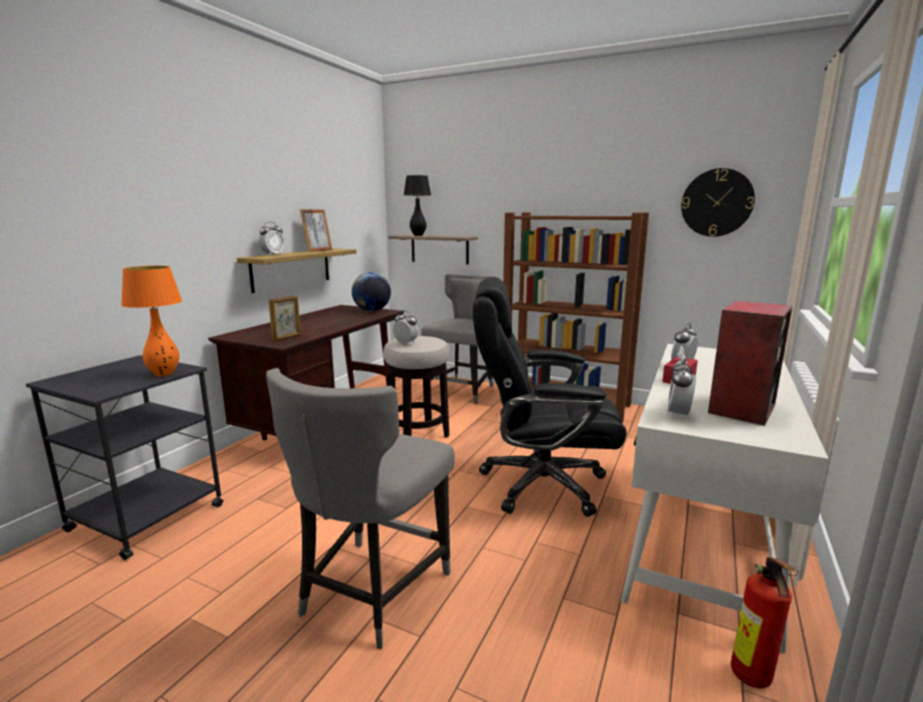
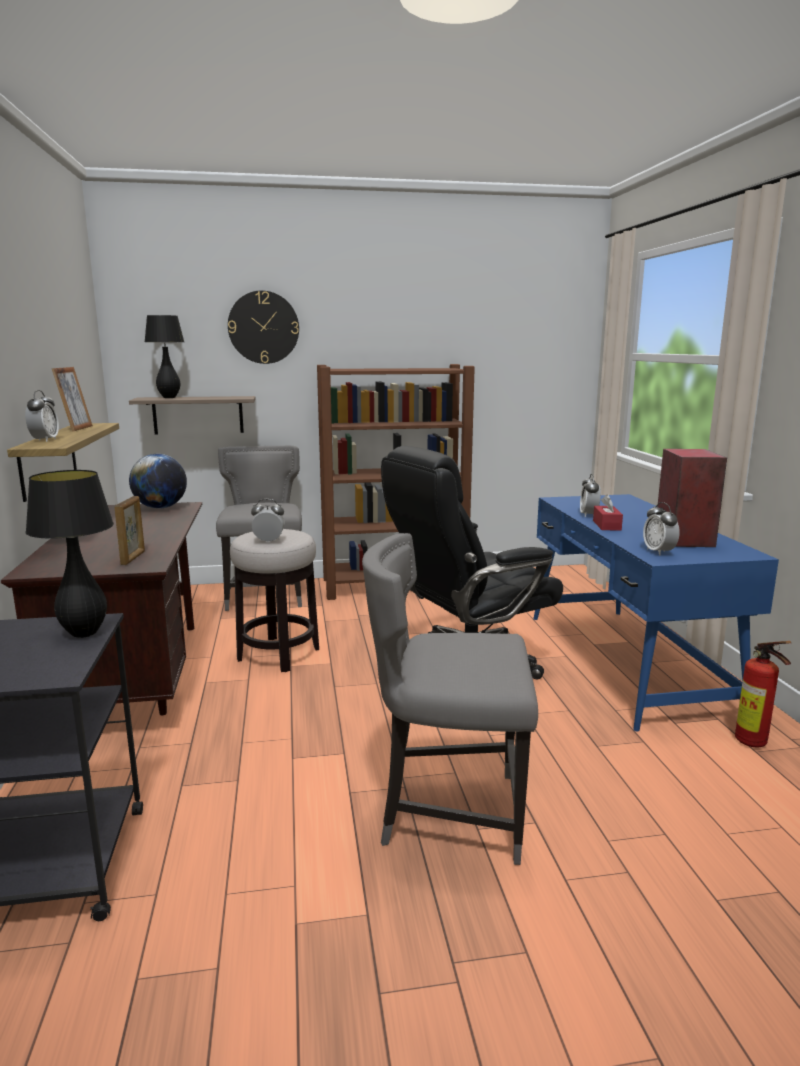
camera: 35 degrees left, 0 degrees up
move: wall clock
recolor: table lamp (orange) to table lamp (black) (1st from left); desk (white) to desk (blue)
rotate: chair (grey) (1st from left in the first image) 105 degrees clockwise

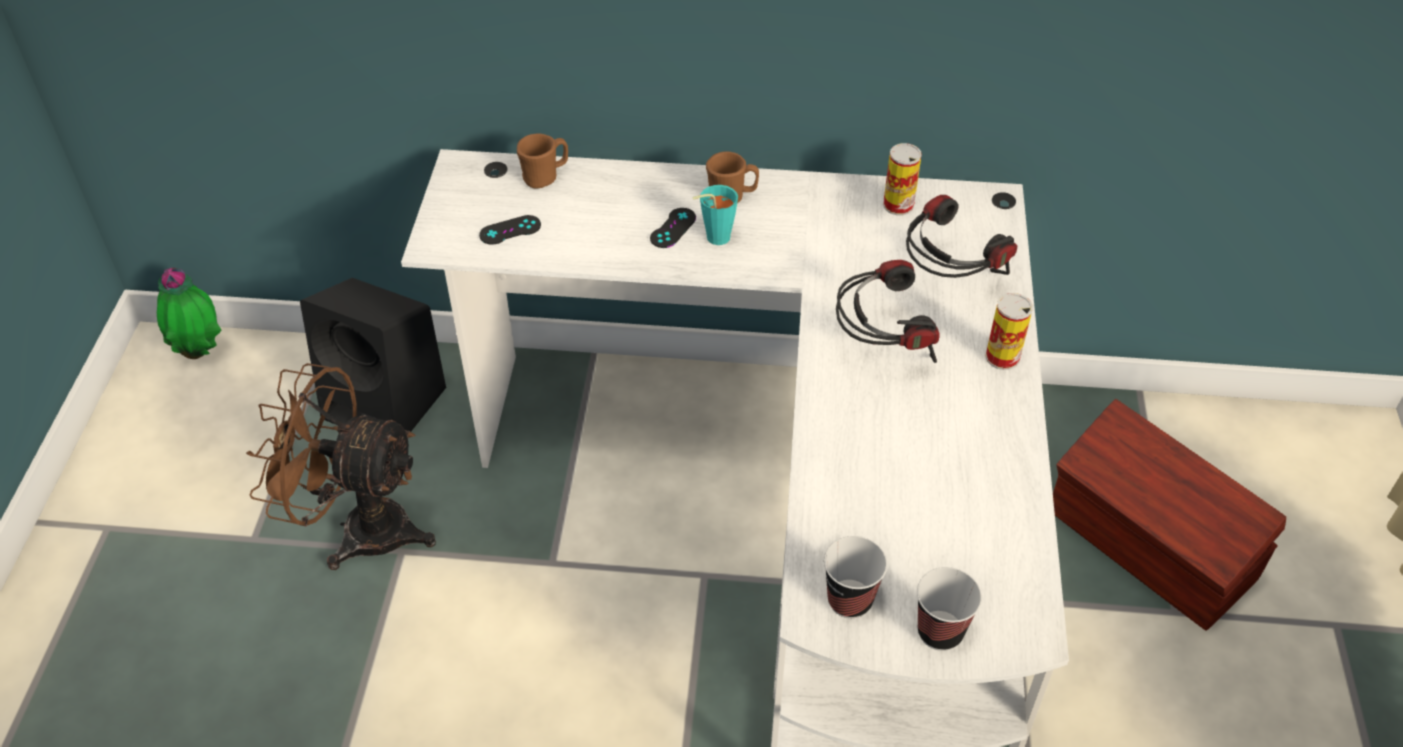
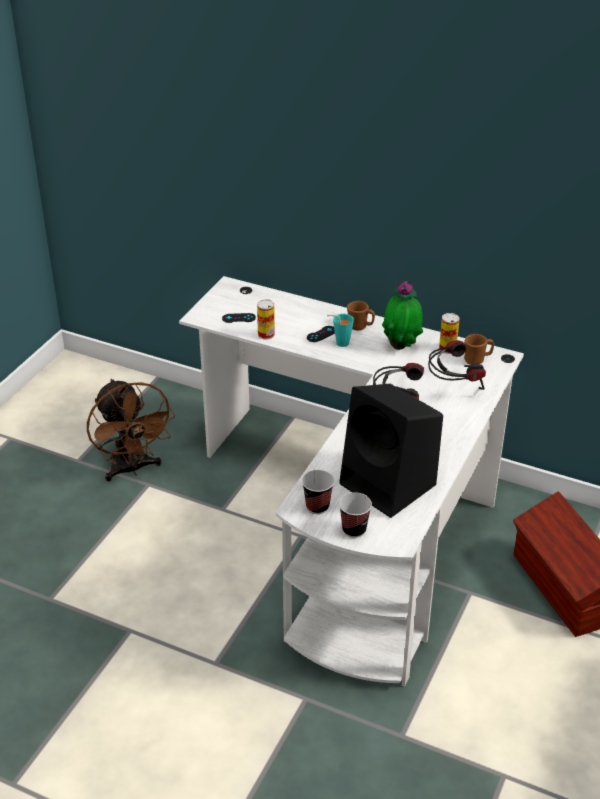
camera: 20 degrees right, 10 degrees down
move: potted plant; speaker (black); mug (brown) (1st from left in the first image) to mug (brown) (2nd from left); can (2nd from left in the first image) to can (1st from left)
rotate: fan (brown) 150 degrees counterclockwise

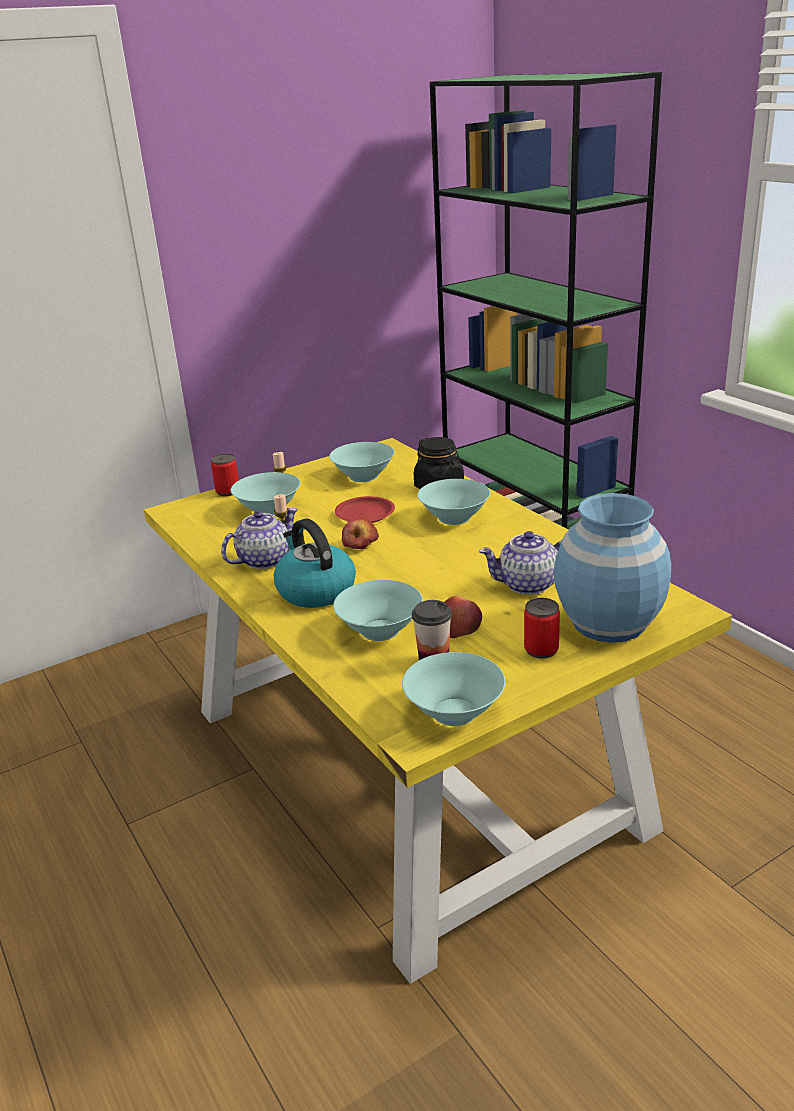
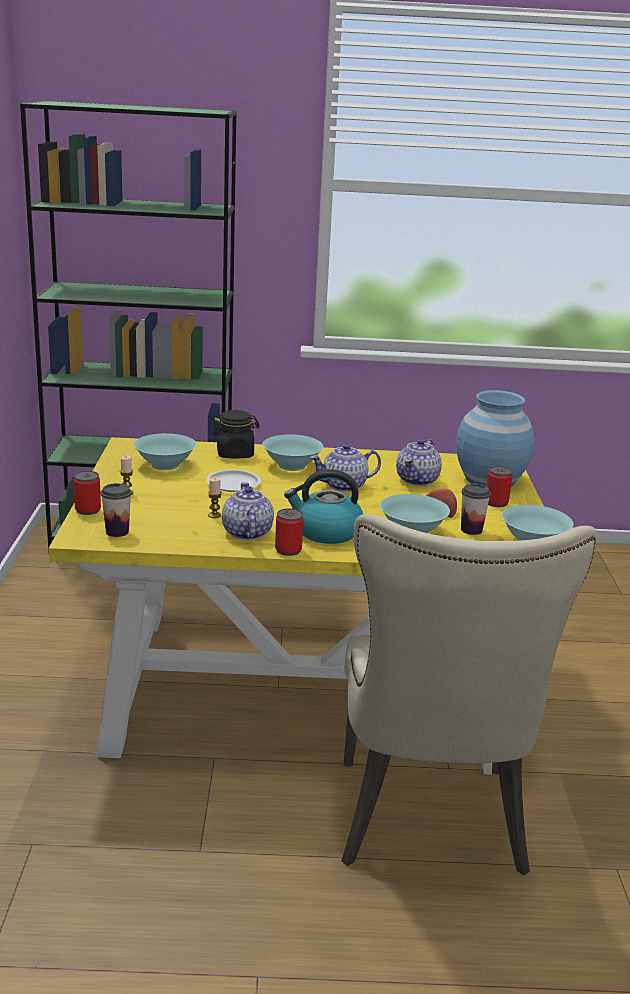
camera: 60 degrees left, 5 degrees down
delete: bowl (turquoise) (1st from left); apple (1st from left)
insert: cup (1st from left); can (2nd from left); teapot (2nd from left); chair (beige)
recolor: plate (red) to plate (white)

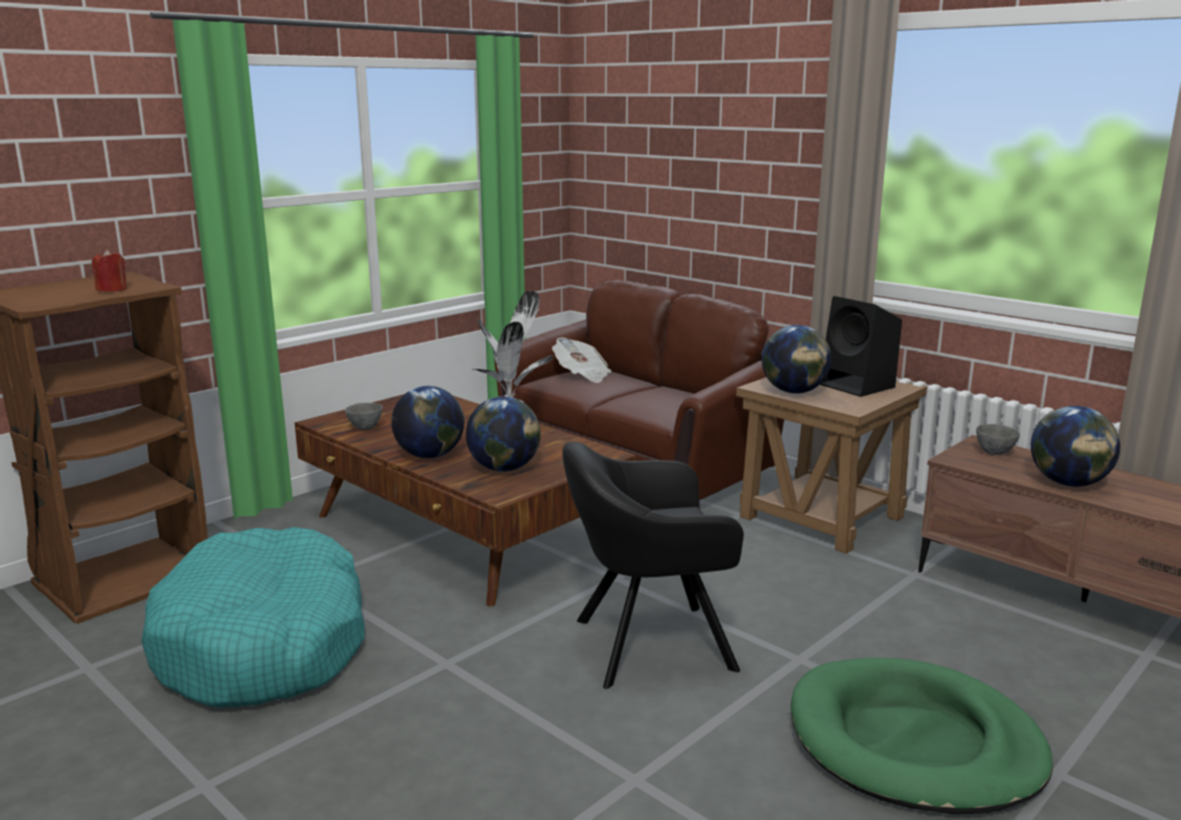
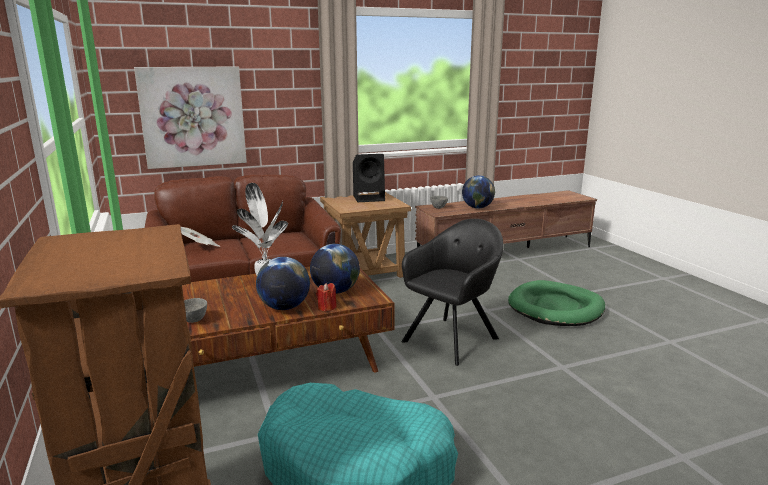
camera: 65 degrees left, 0 degrees up
delete: globe (3rd from left)
insert: picture
move: candle (red)
rotate: armchair (black) 150 degrees counterclockwise

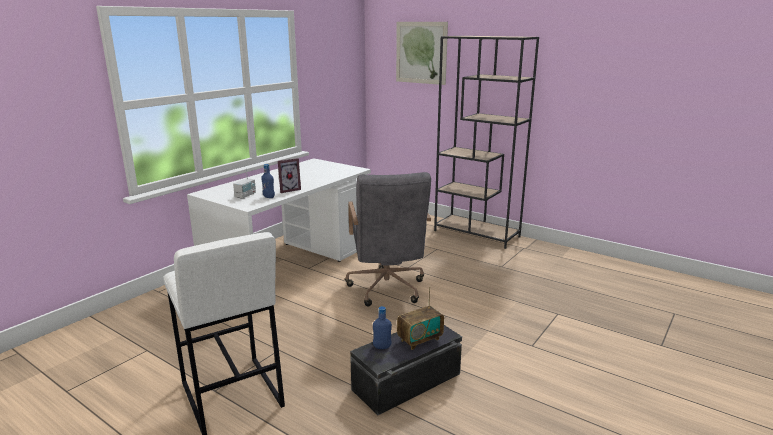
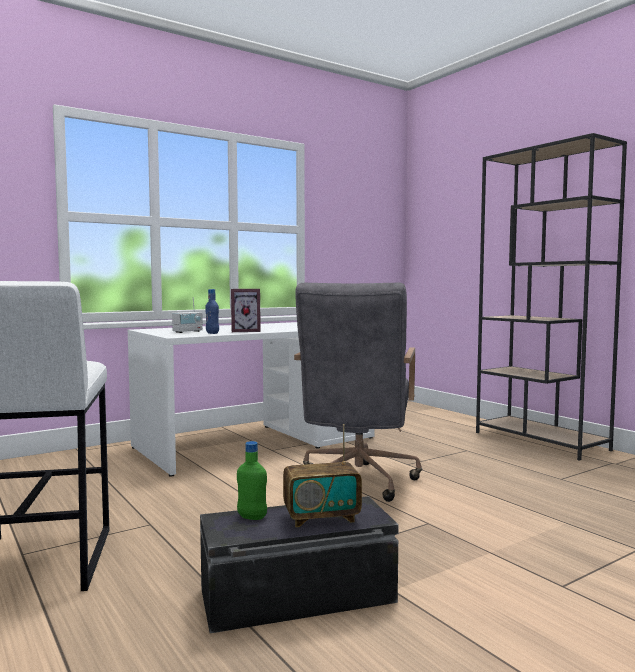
camera: 20 degrees right, 15 degrees down
delete: picture
recolor: bottle (blue) (2nd from left) to bottle (green)

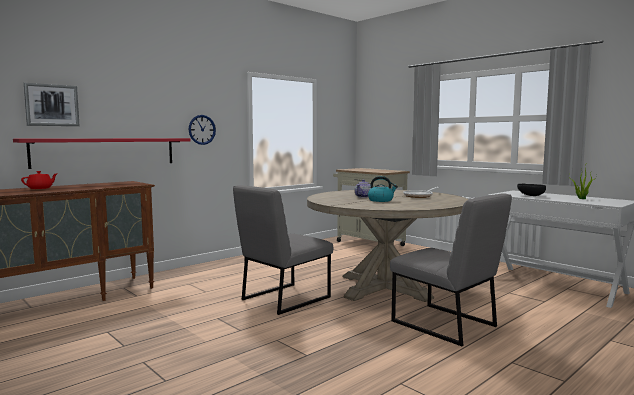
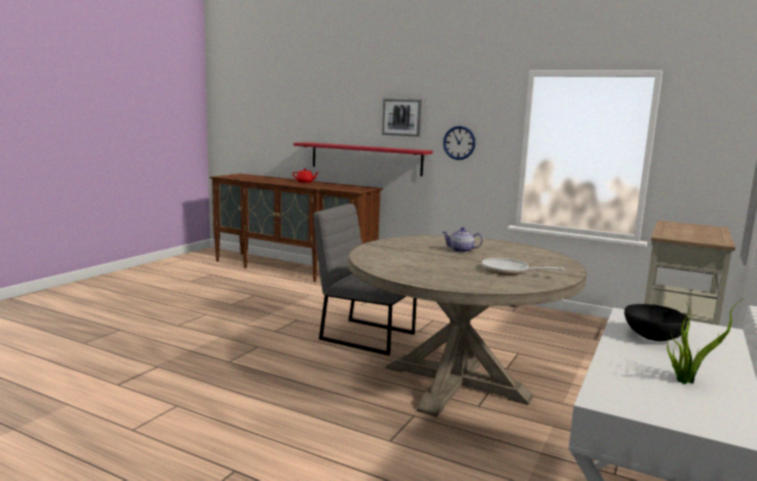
camera: 70 degrees right, 5 degrees up
delete: kettle; chair (grey) (2nd from left)
move: picture

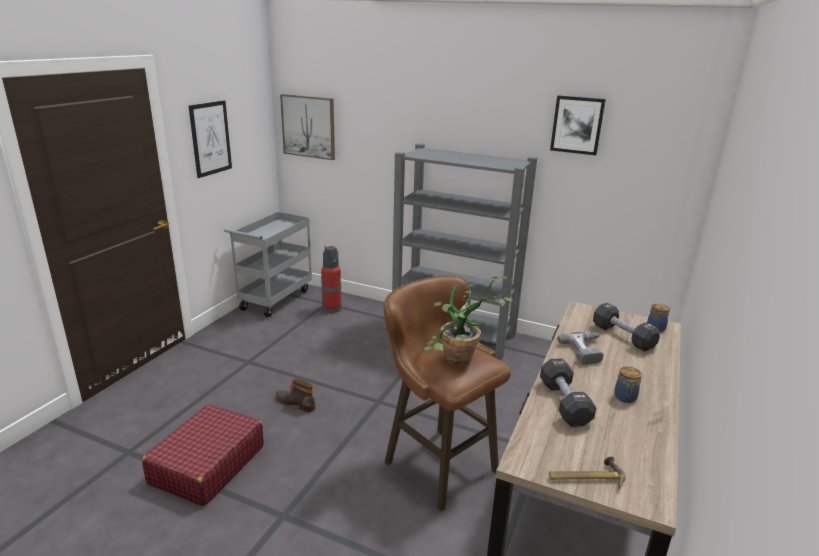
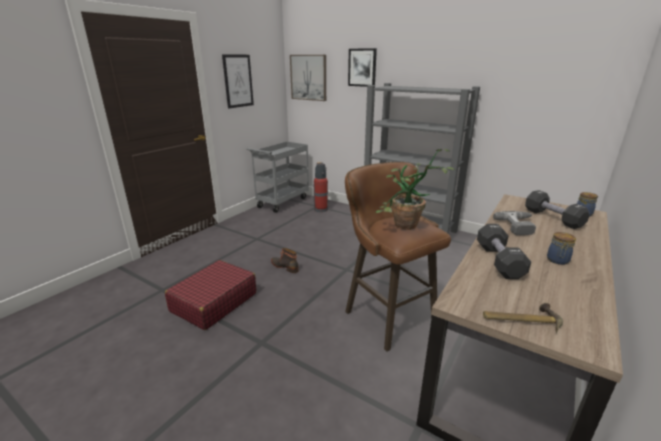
camera: 10 degrees right, 0 degrees up
move: picture (3rd from left)

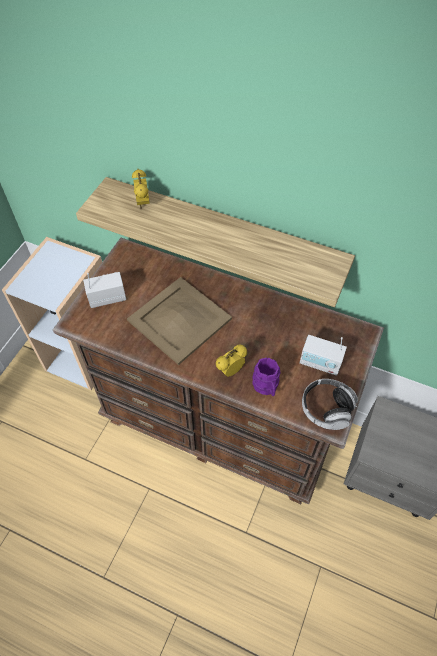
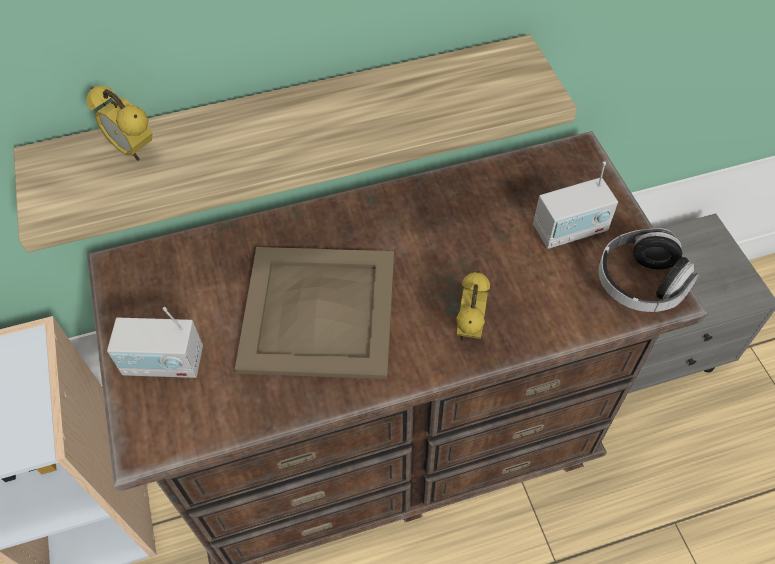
camera: 40 degrees left, 0 degrees up
delete: mug (purple)
rotate: radio (1st from left) 120 degrees counterclockwise

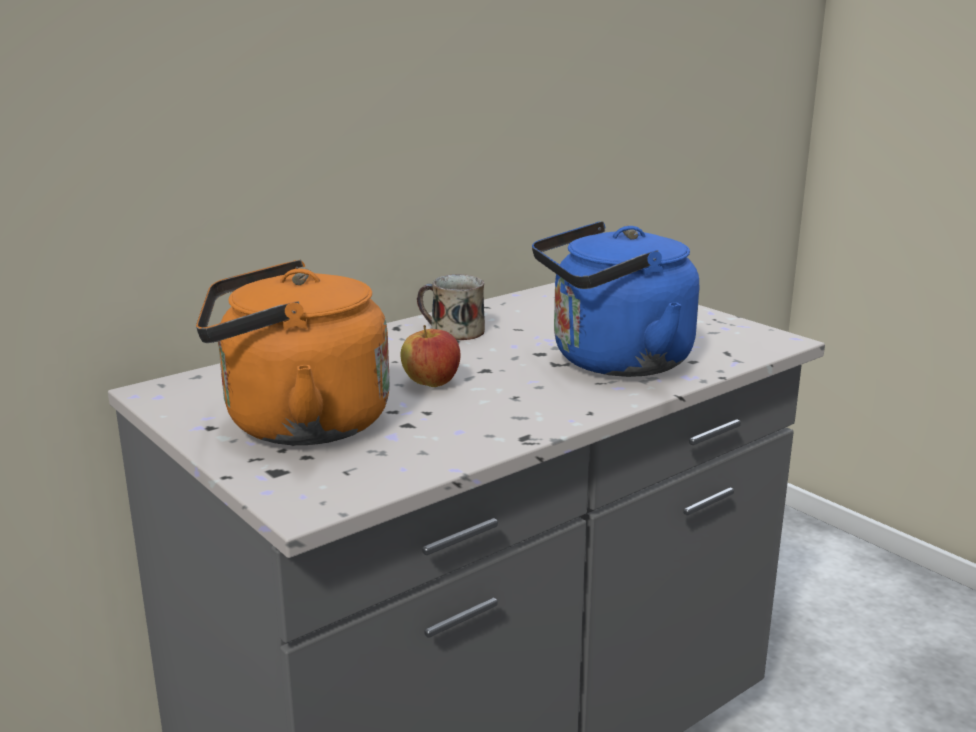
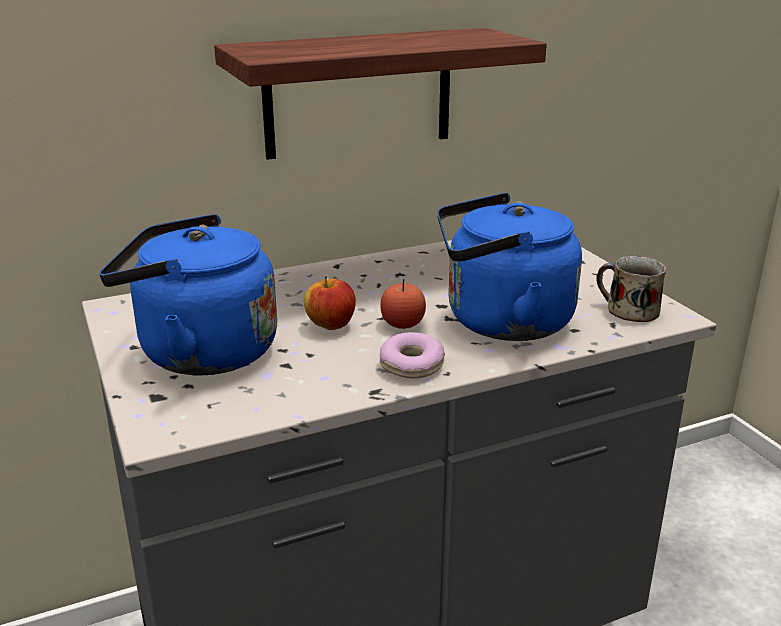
camera: 15 degrees right, 5 degrees up
insert: shelf; apple (2nd from left); donut
move: mug
recolor: kettle (orange) to kettle (blue) (1st from left)

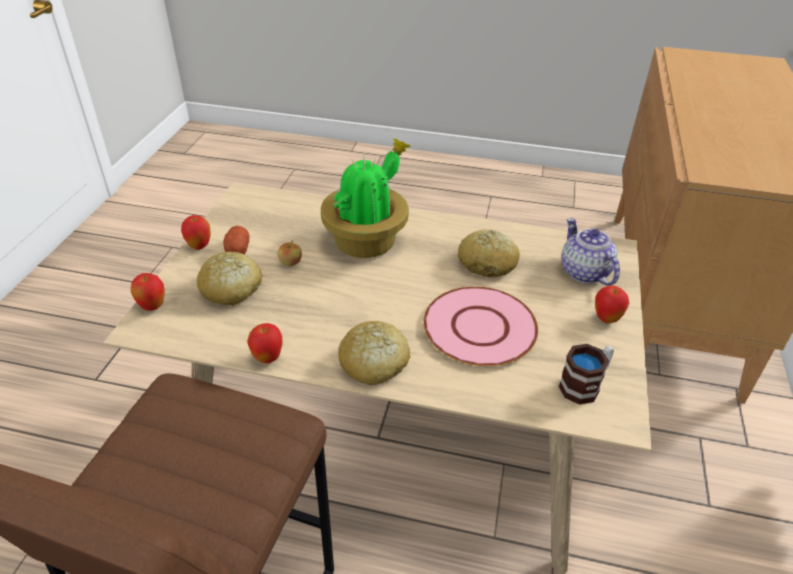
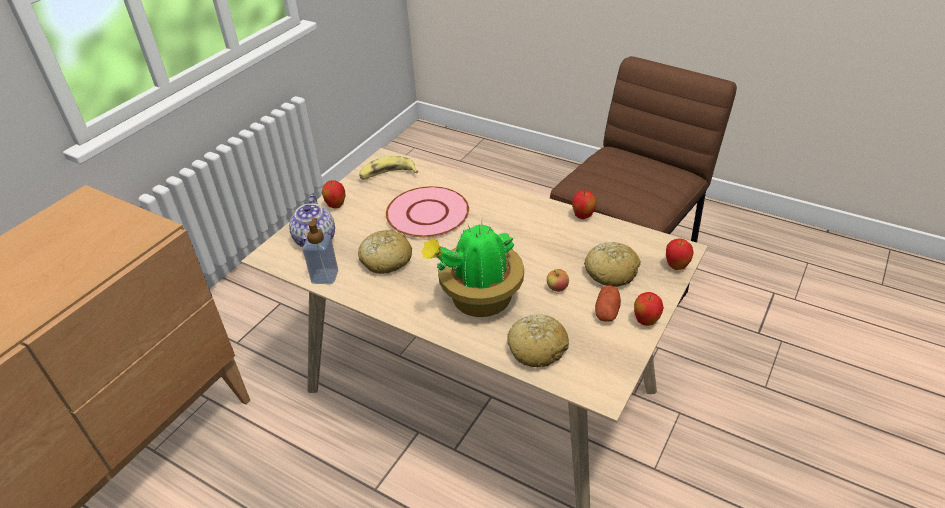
camera: 160 degrees left, 0 degrees up
insert: soap dispenser
move: bread (2nd from left)
replace: mug to banana

